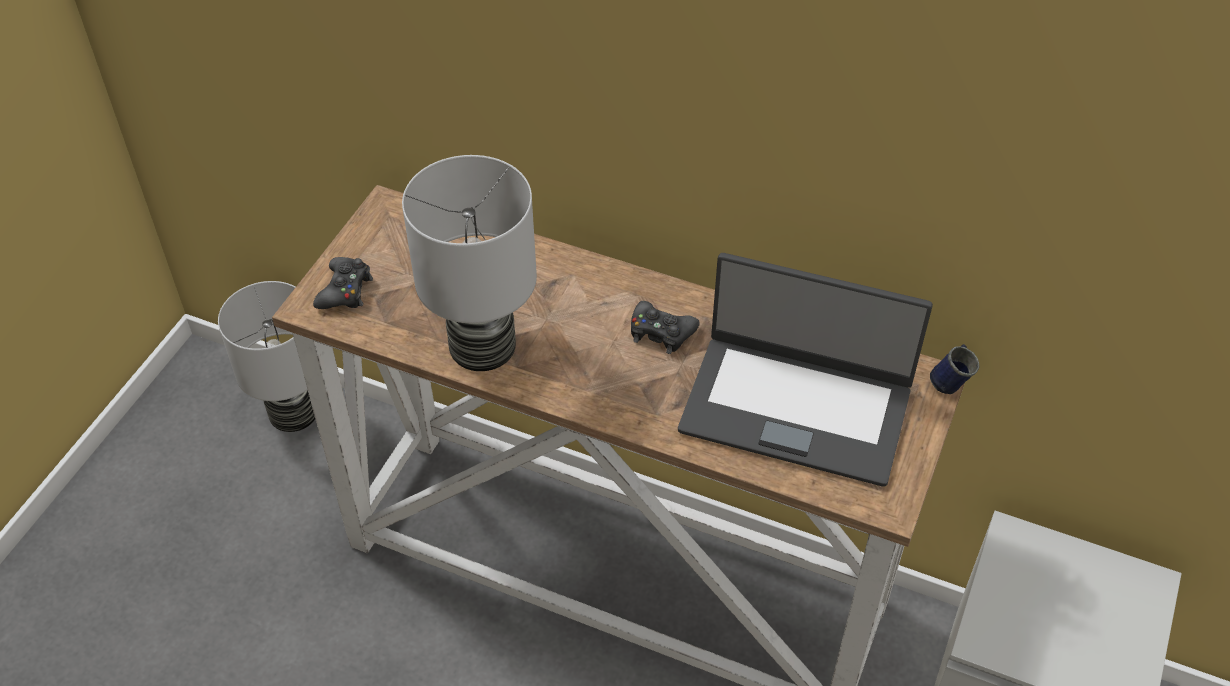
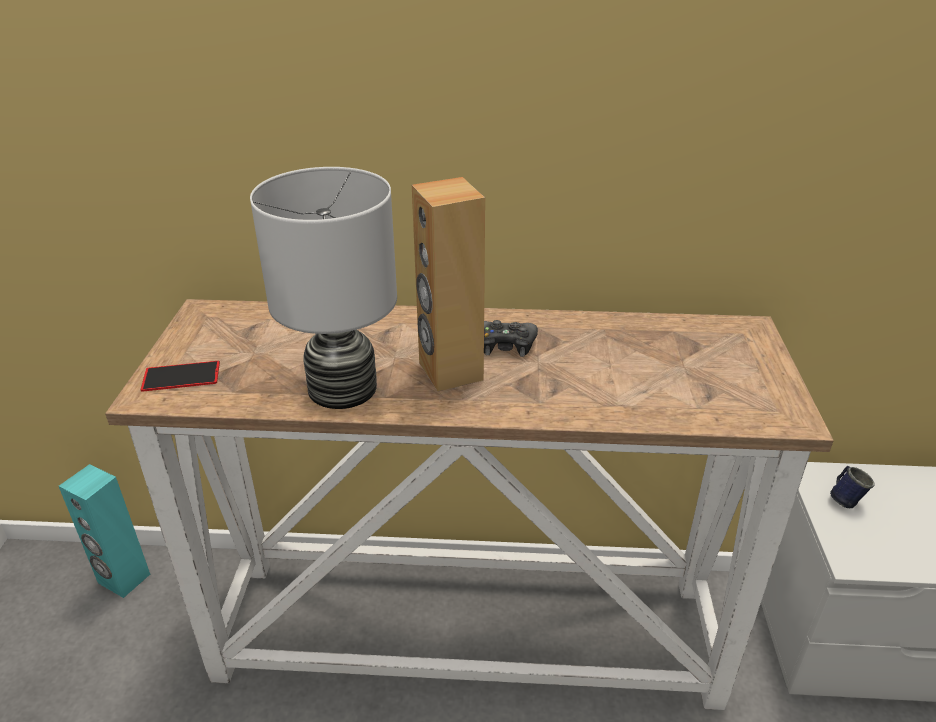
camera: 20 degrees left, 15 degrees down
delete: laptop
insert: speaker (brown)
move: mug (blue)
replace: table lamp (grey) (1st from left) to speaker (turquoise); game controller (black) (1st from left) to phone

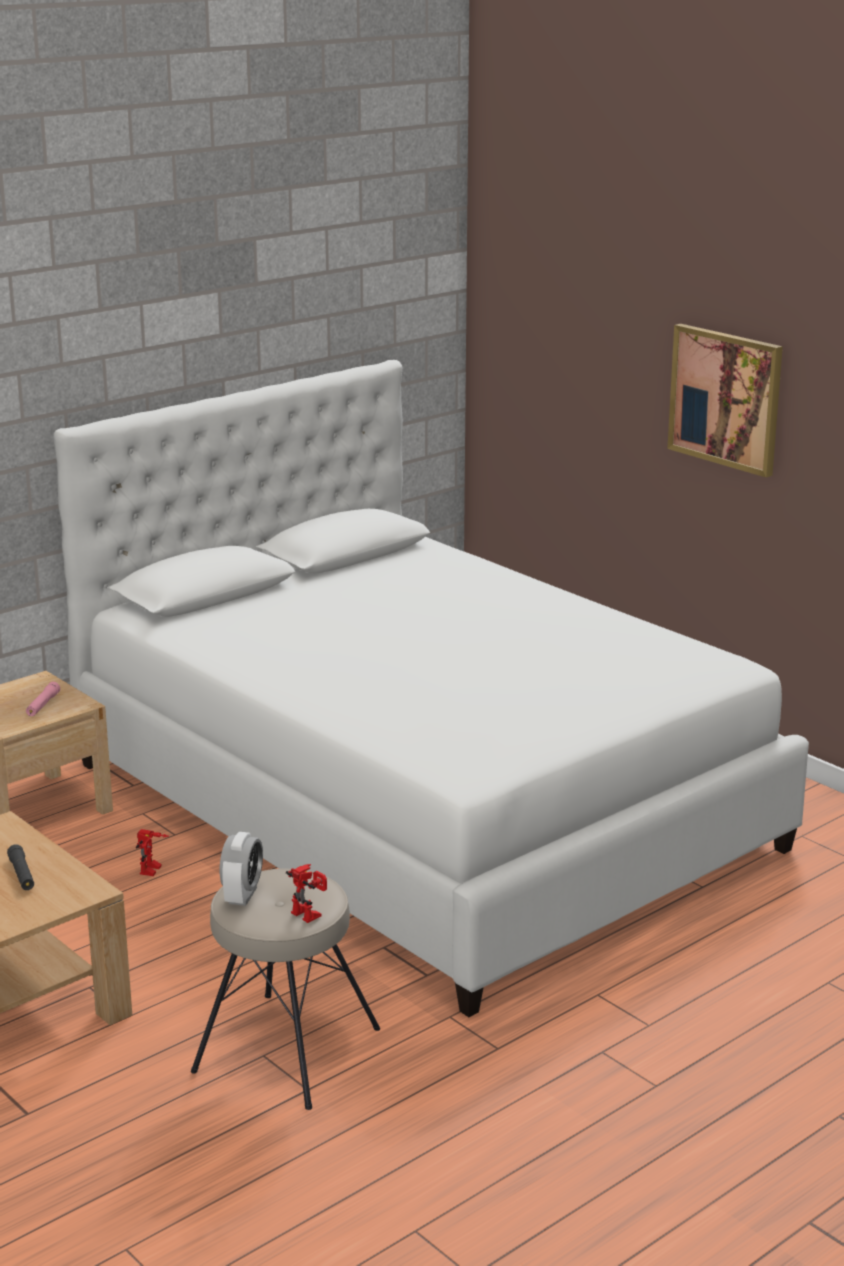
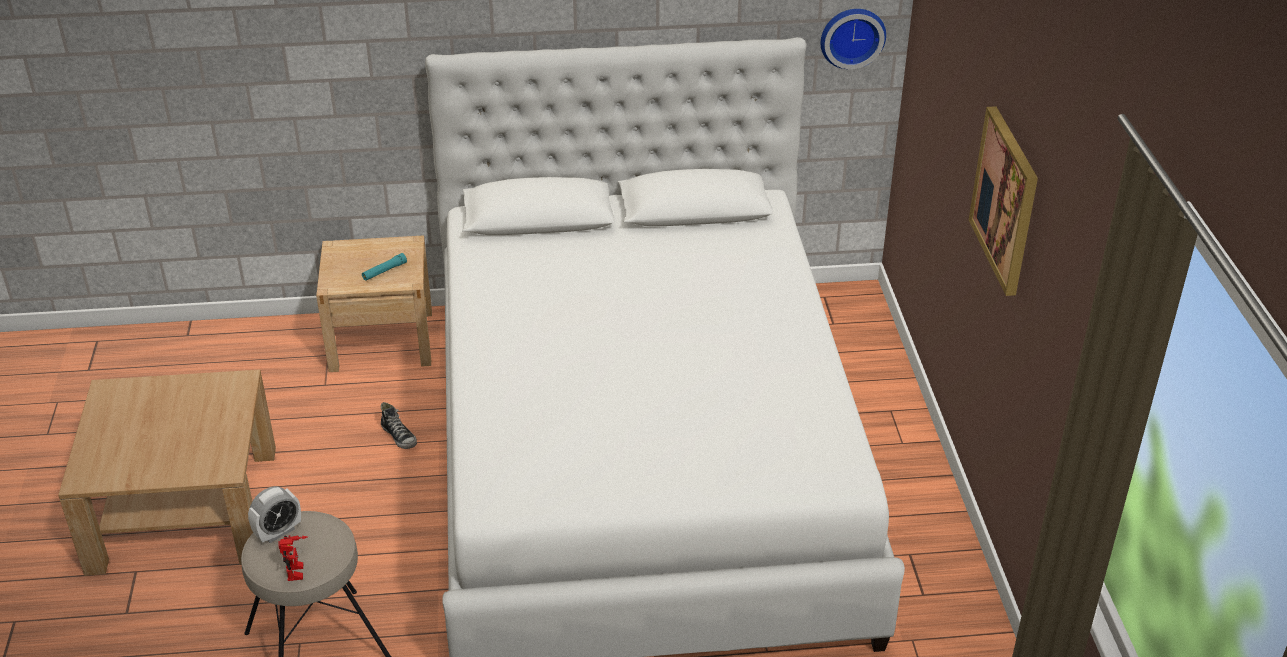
camera: 35 degrees right, 15 degrees up
delete: flashlight (black)
insert: wall clock
replace: toy robot (1st from left) to shoe
recolor: flashlight (pink) to flashlight (turquoise)

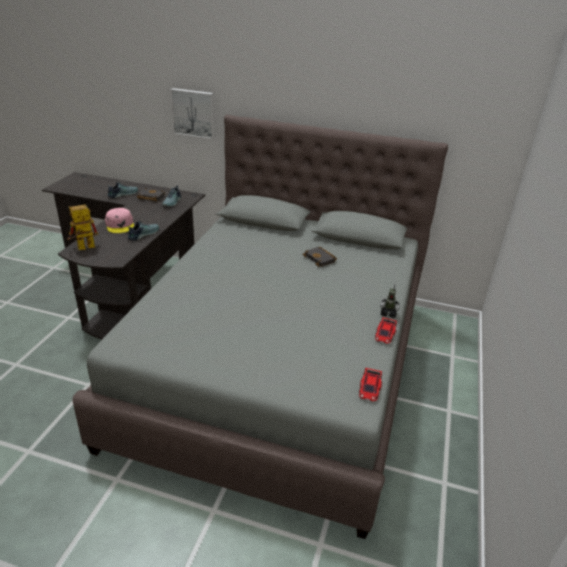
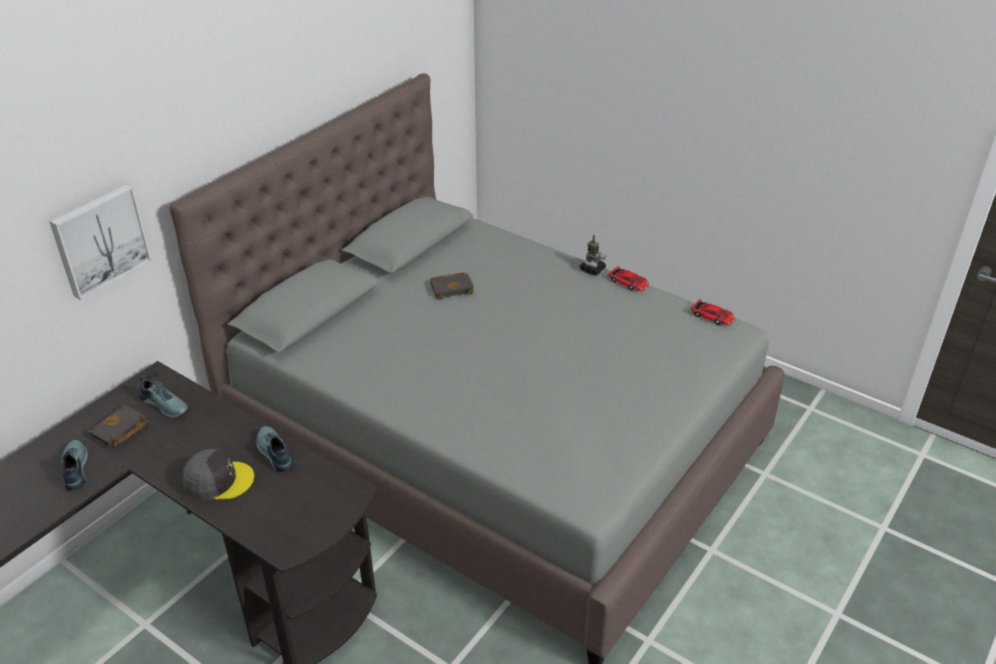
camera: 70 degrees left, 5 degrees up
delete: toy robot (1st from left)
recolor: cap (pink) to cap (grey)

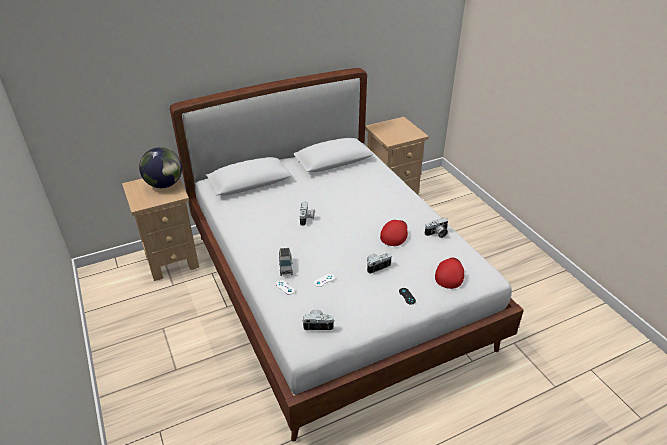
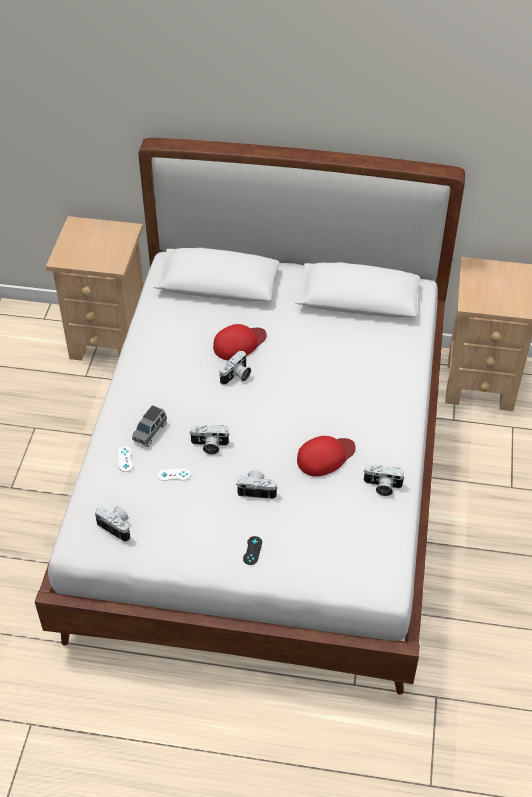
camera: 35 degrees right, 10 degrees up
delete: globe
insert: photo camera (2nd from left)
move: cap (red) (2nd from left in the first image) to cap (red) (1st from left)

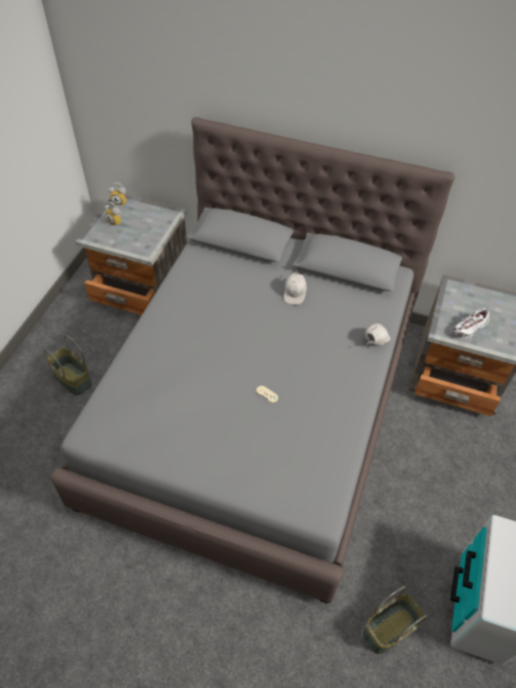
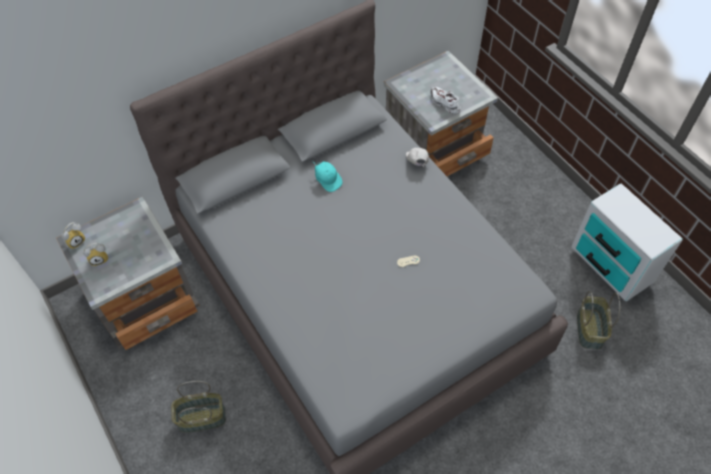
camera: 50 degrees left, 5 degrees up
recolor: cap (white) (1st from left) to cap (turquoise)
rotate: shoe (white) 135 degrees clockwise

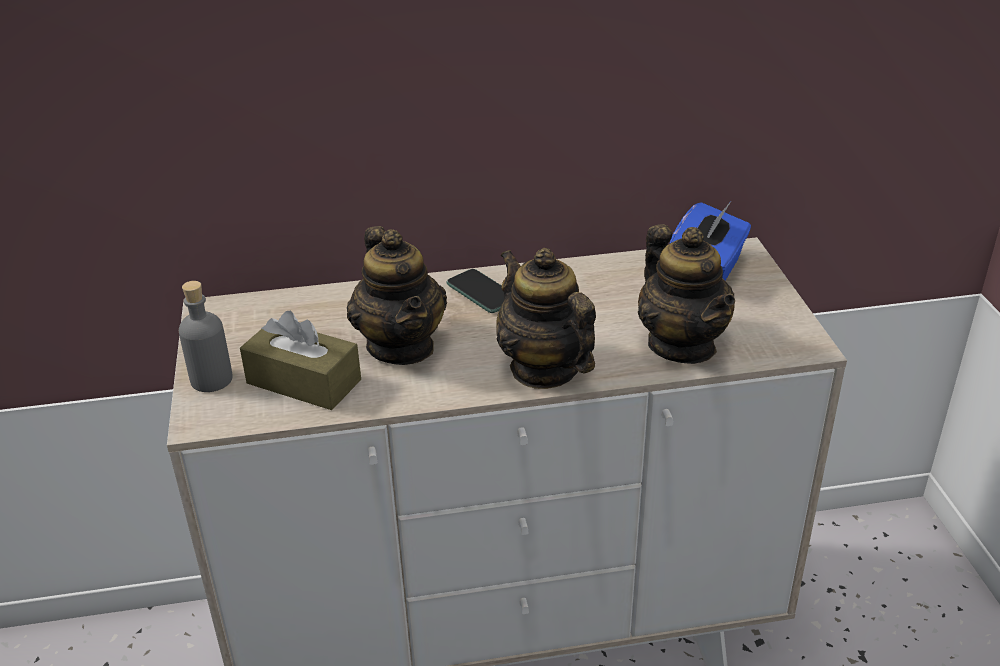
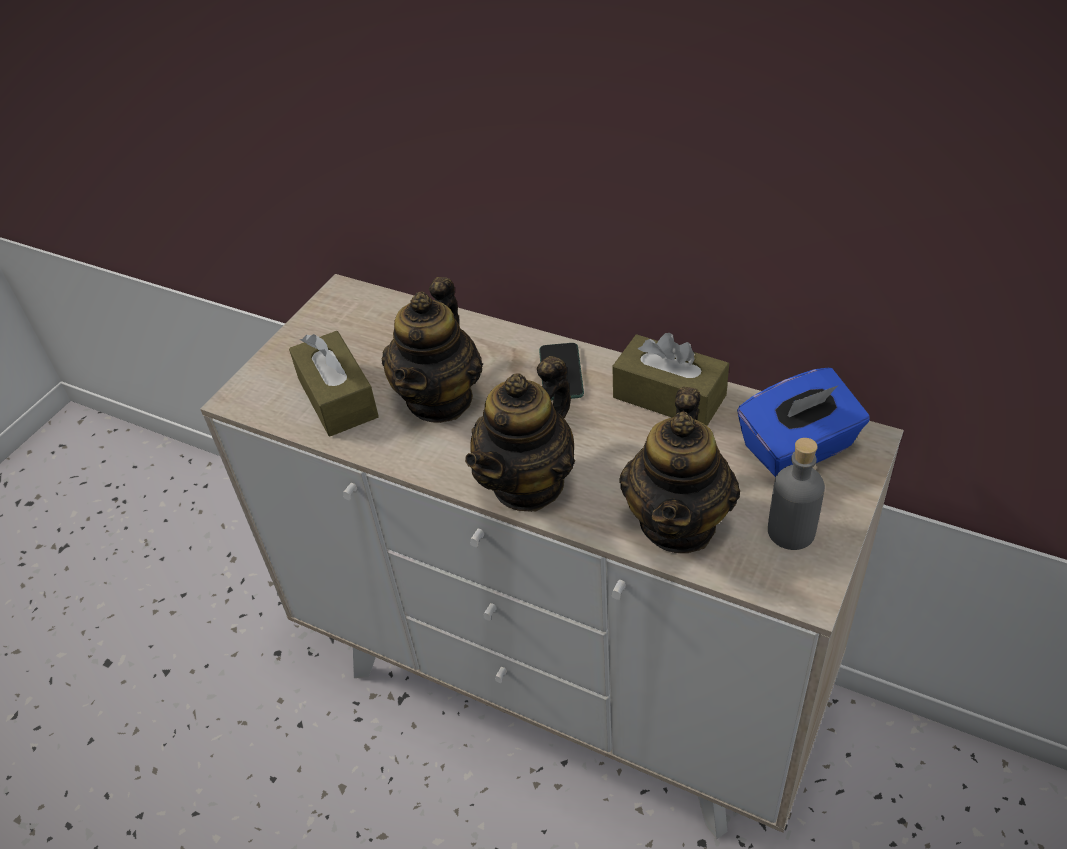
camera: 40 degrees right, 10 degrees up
insert: tissue box (brown) (2nd from left)
move: bottle (grey)
rotate: teapot (2nd from left) 150 degrees counterclockwise

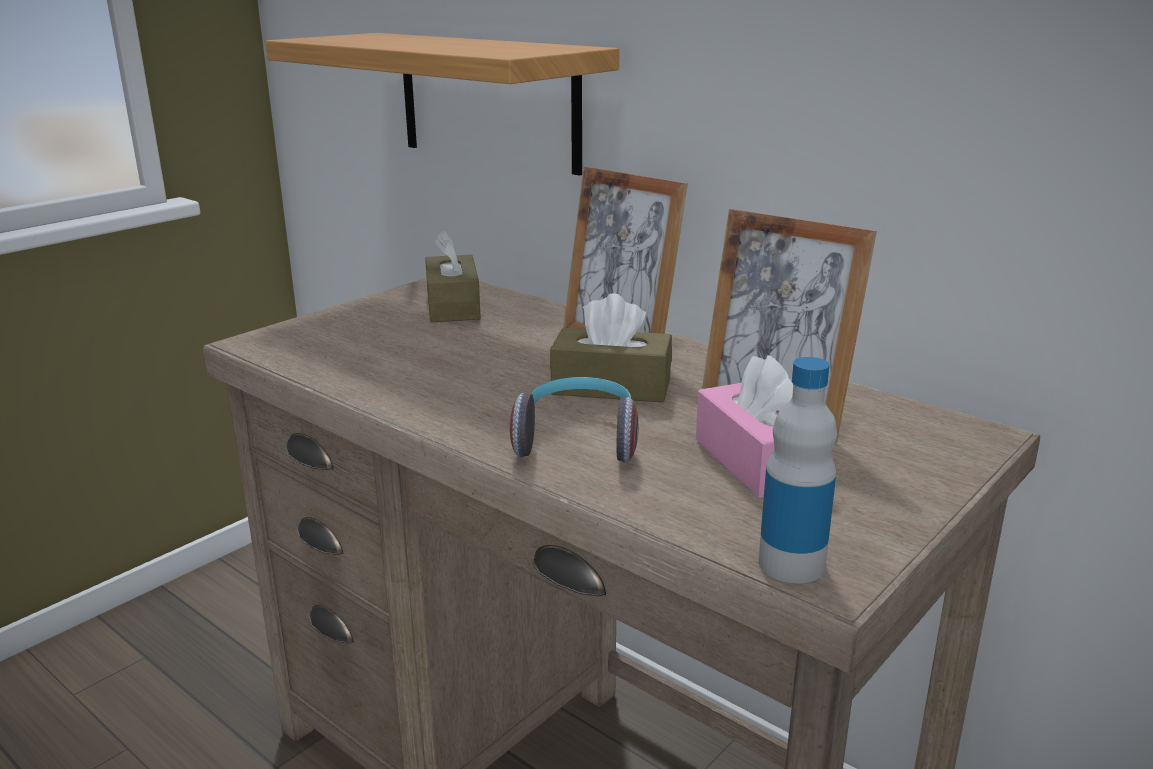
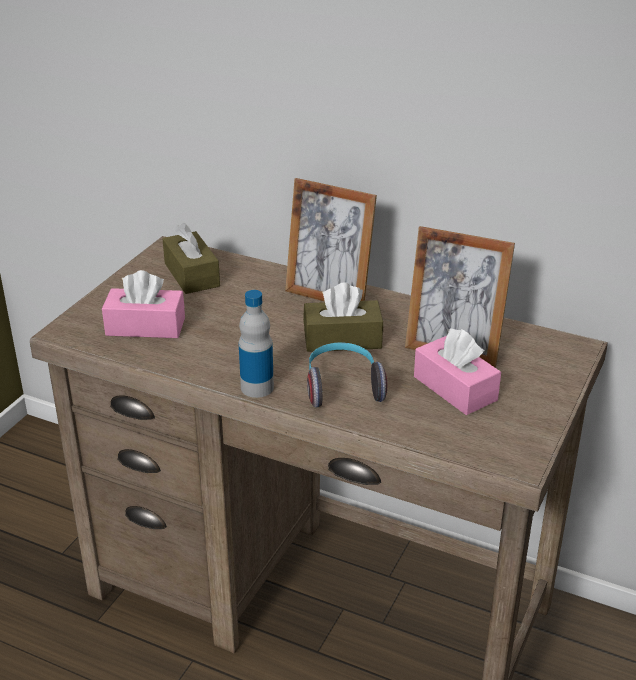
camera: 15 degrees left, 10 degrees up
delete: shelf
insert: tissue box (pink) (1st from left)
move: bottle

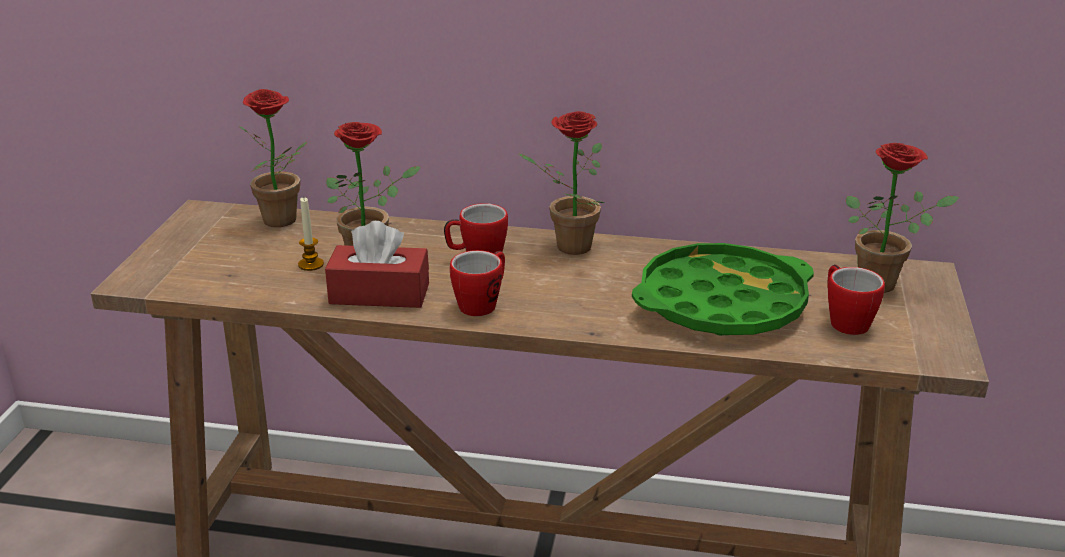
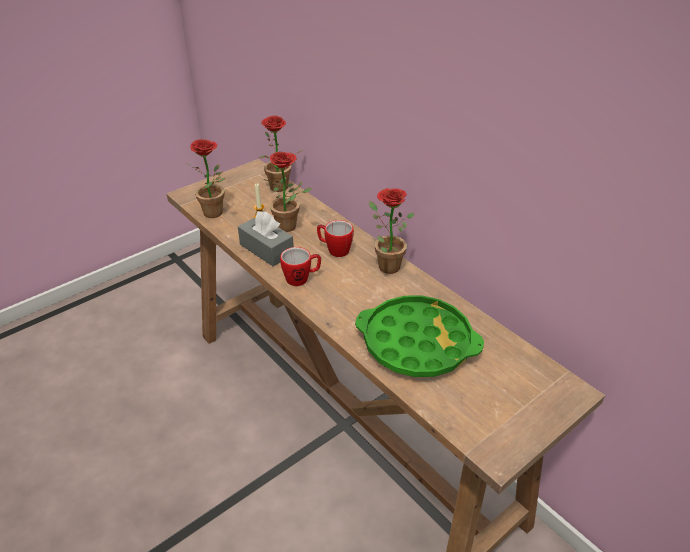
camera: 40 degrees right, 10 degrees up
delete: mug (3rd from left)
move: potted plant (4th from left in the first image) to potted plant (1st from left)
recolor: tissue box (red) to tissue box (grey)

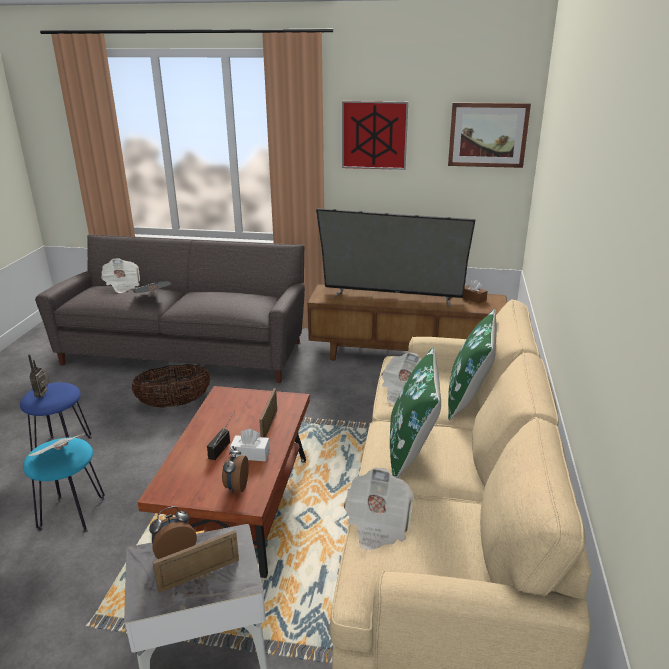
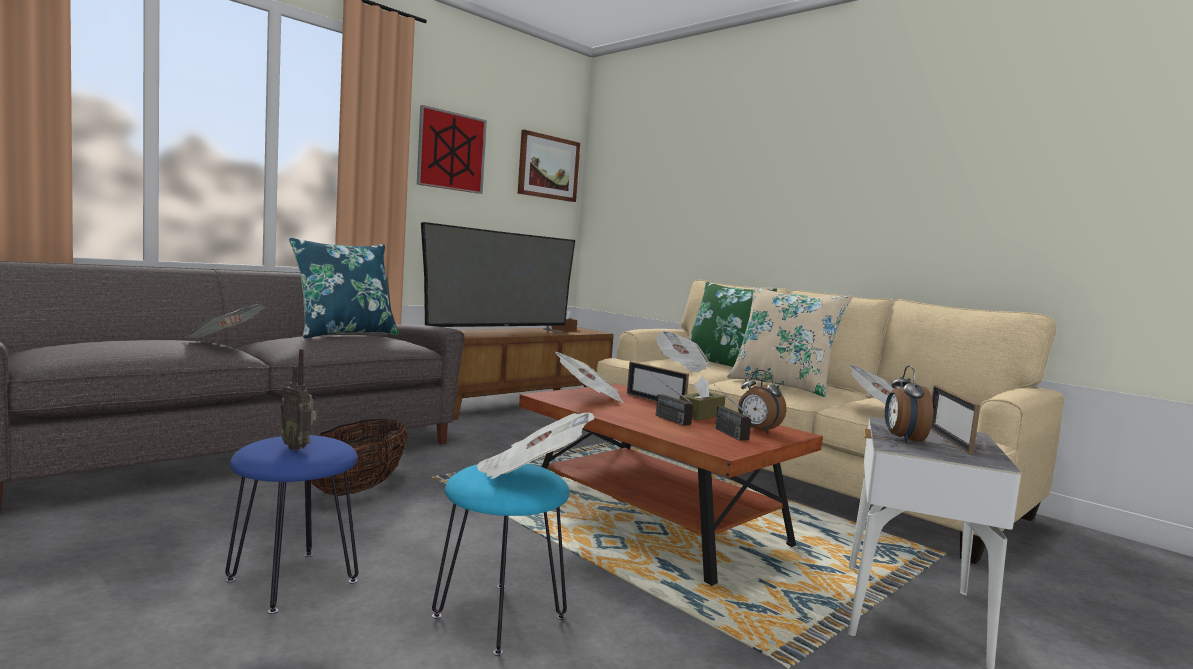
camera: 55 degrees left, 20 degrees down
insert: pillow (blue); radio (3rd from left)
move: newspaper (2nd from left in the first image) to newspaper (3rd from left)
recolor: tissue box (white) to tissue box (brown) (2nd from left); pillow (green) (1st from left) to pillow (beige)

